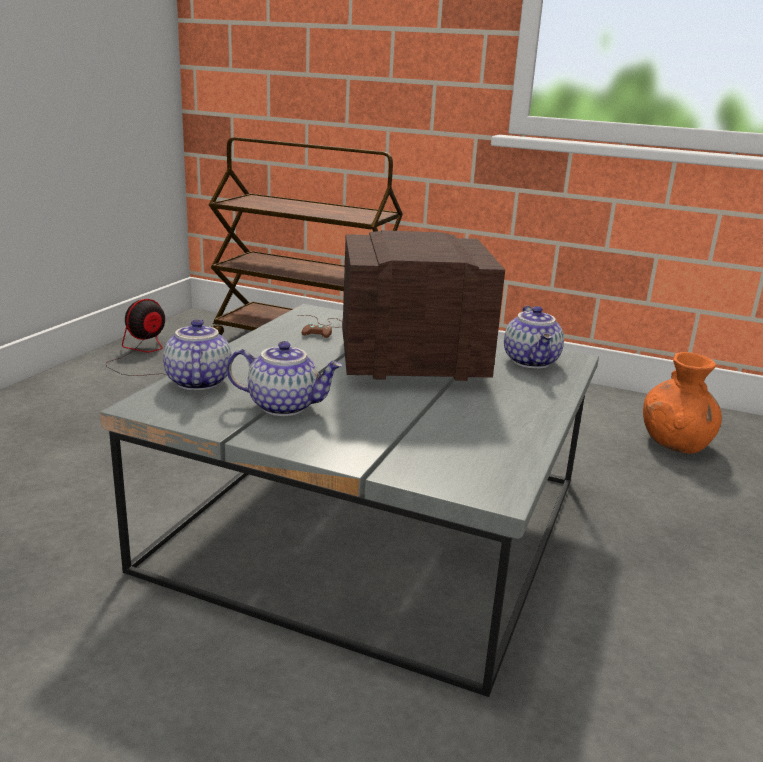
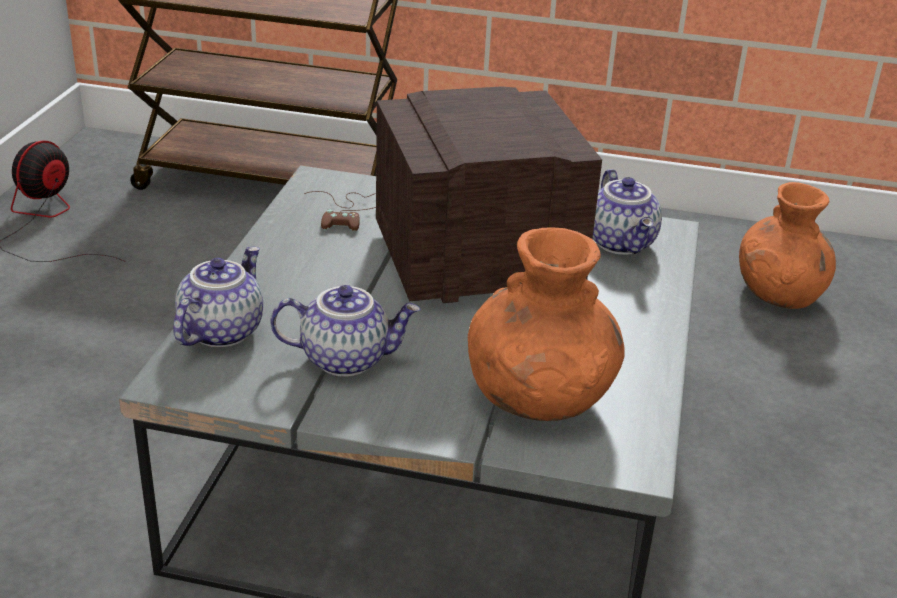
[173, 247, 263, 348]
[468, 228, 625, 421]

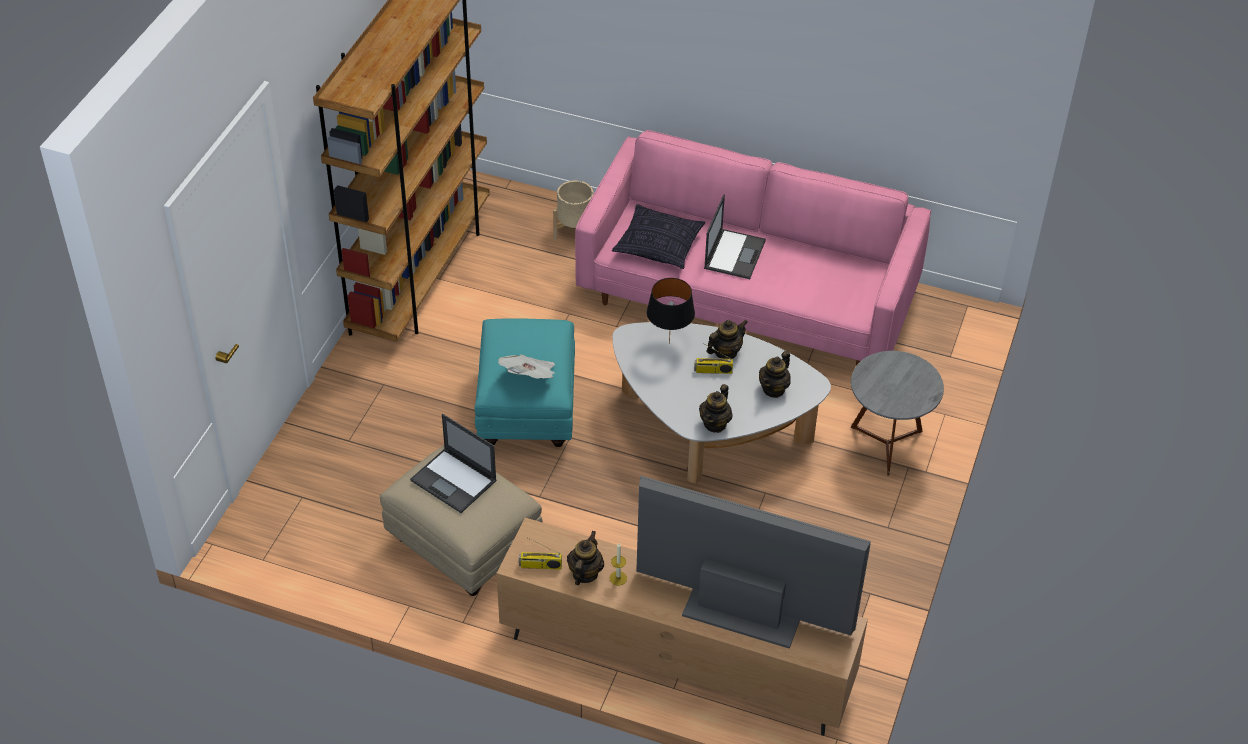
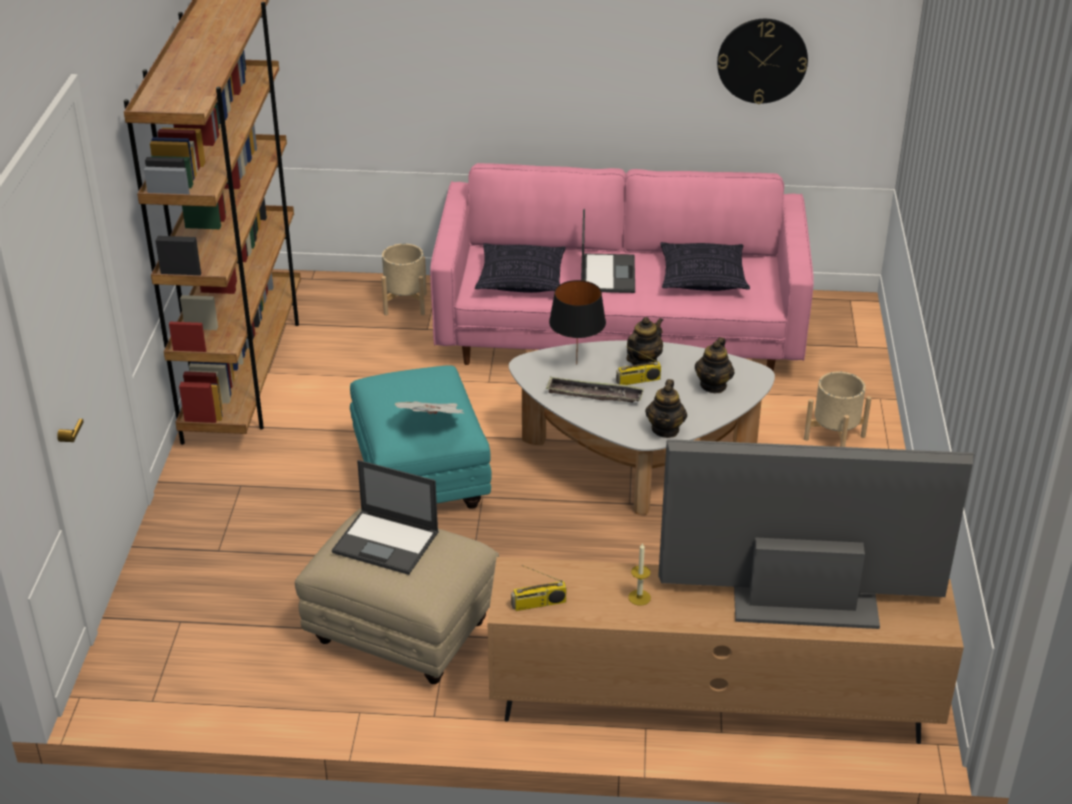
[546, 376, 644, 403]
[660, 242, 750, 291]
[717, 19, 808, 104]
[804, 372, 871, 447]
[567, 531, 604, 585] (first image)

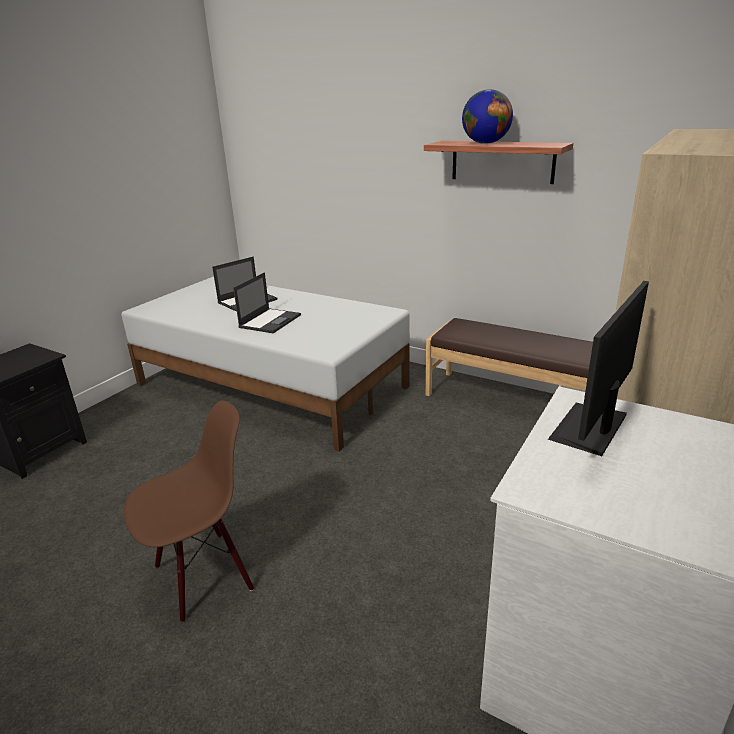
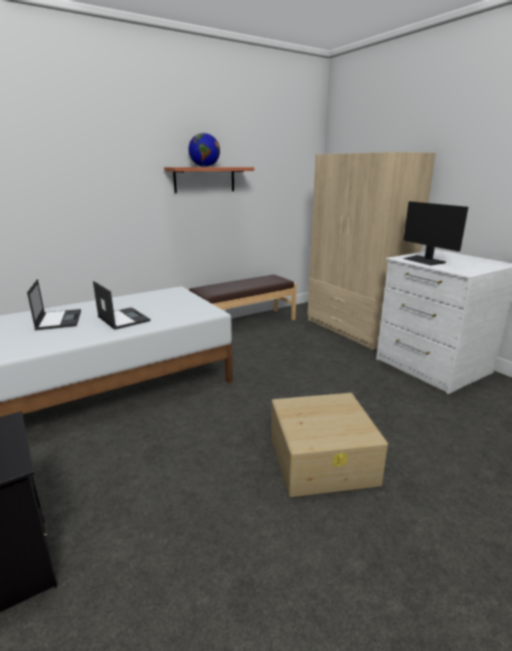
[271, 393, 388, 497]

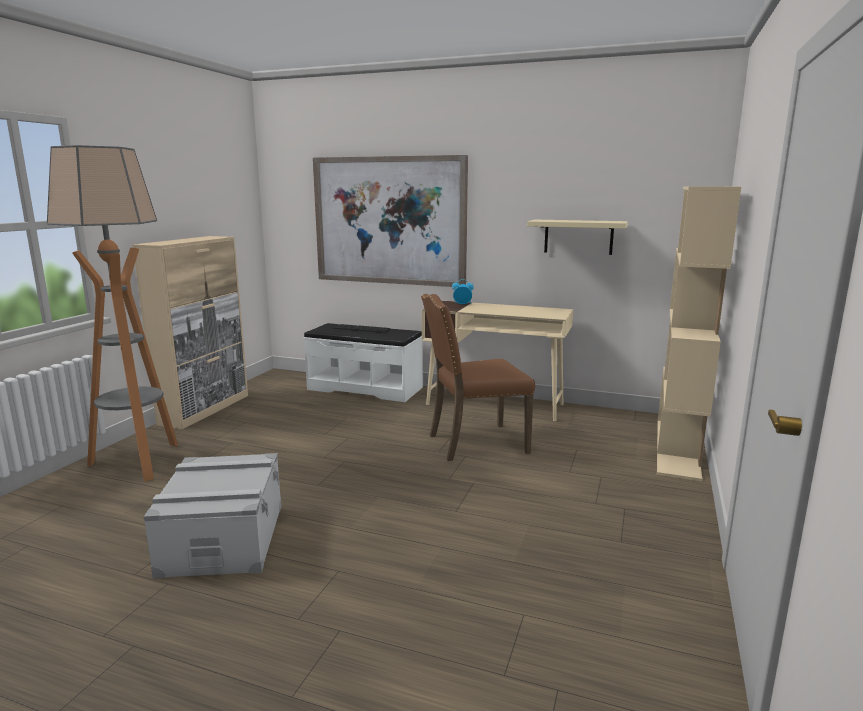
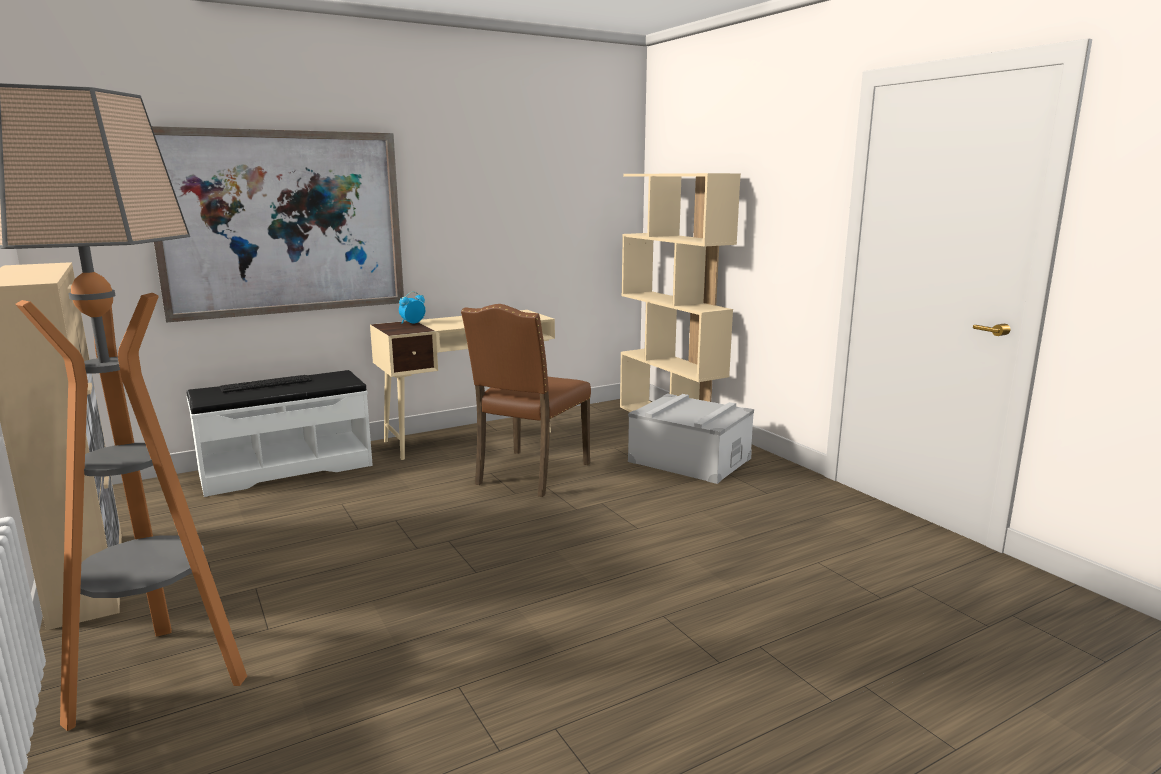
[628, 394, 754, 484]
[527, 220, 628, 255] (first image)

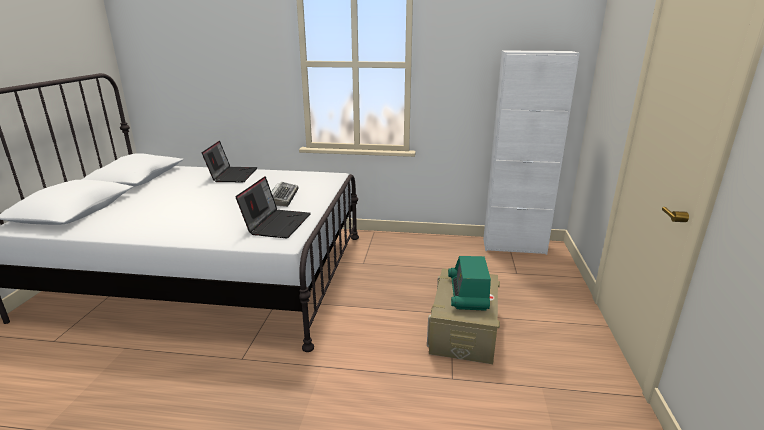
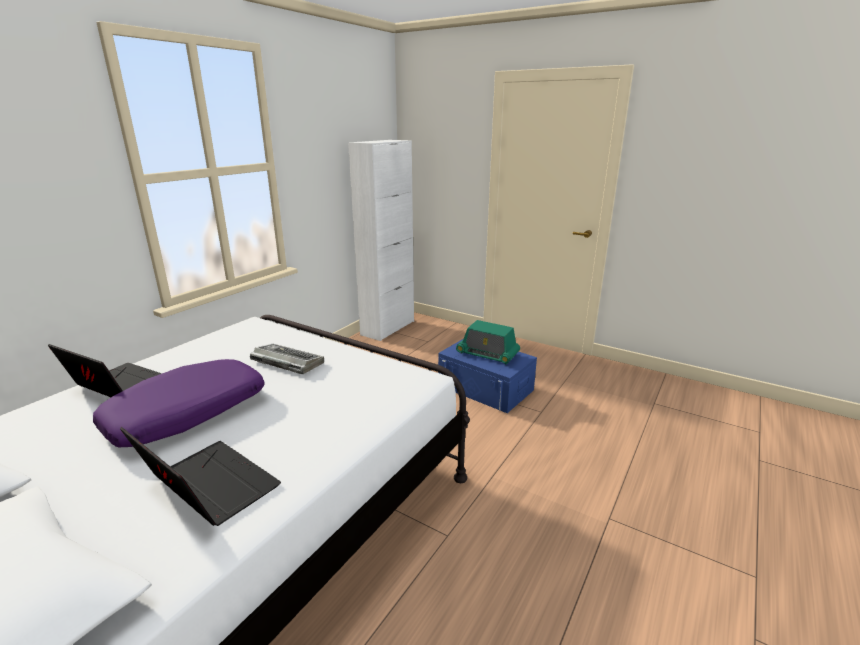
[93, 359, 265, 447]
[120, 427, 281, 526]
[438, 339, 537, 413]

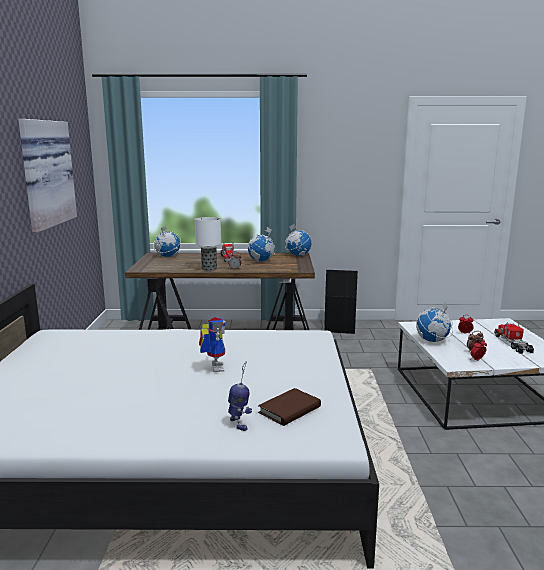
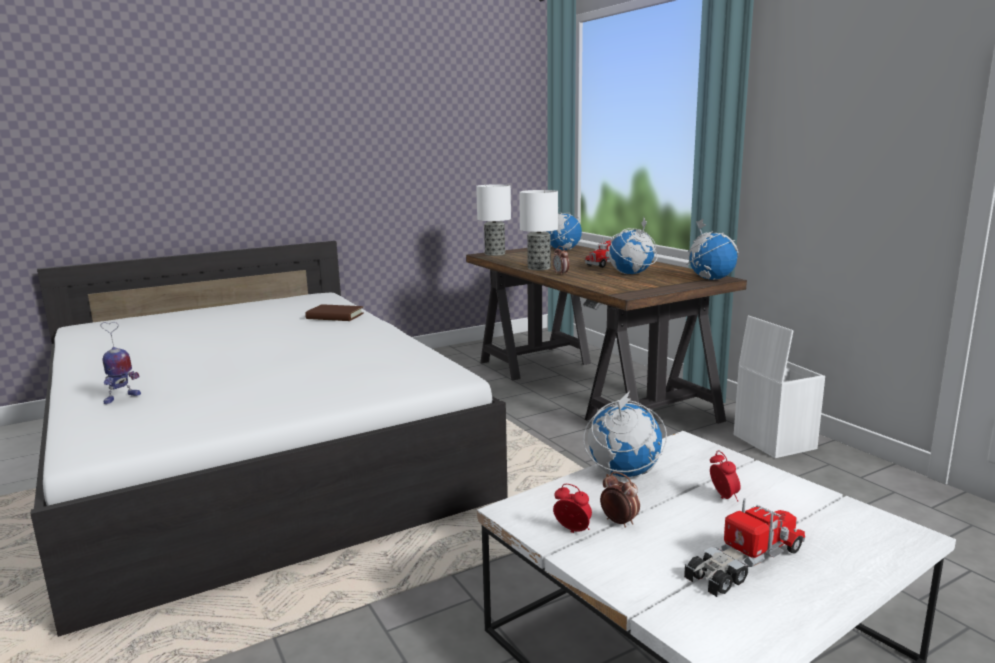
[305, 304, 364, 321]
[476, 184, 511, 256]
[734, 316, 825, 458]
[18, 119, 77, 233] (first image)
[199, 317, 226, 372] (first image)

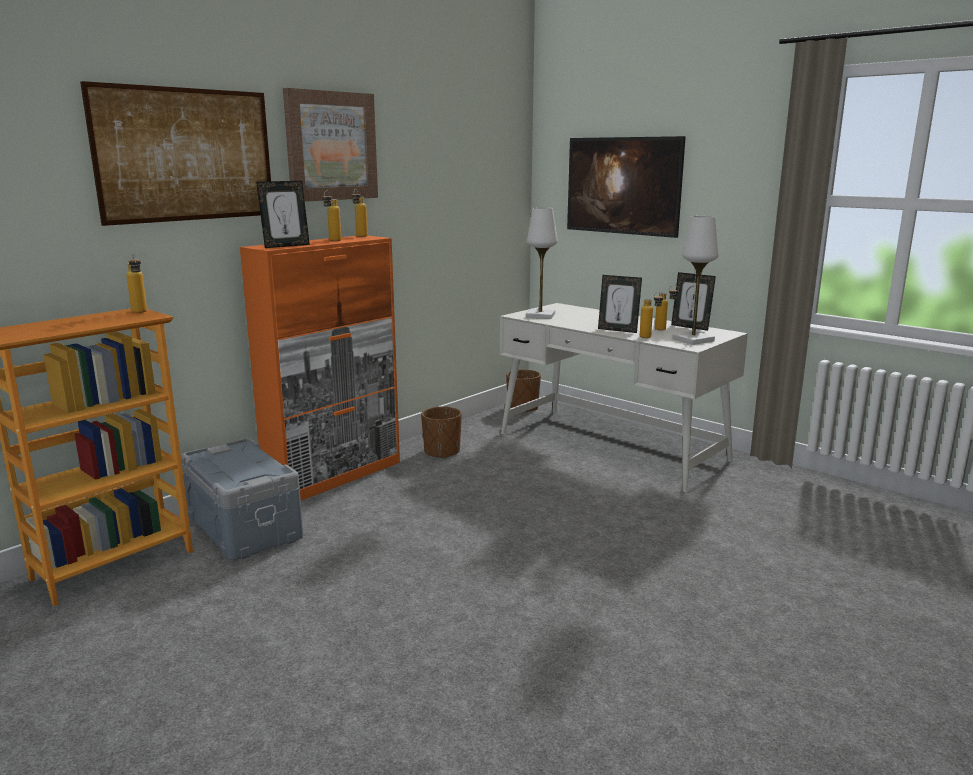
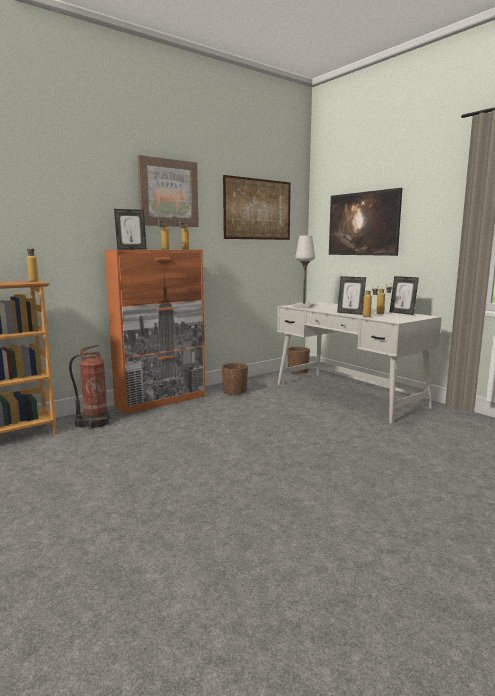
[69, 345, 110, 429]
[223, 175, 291, 240]
[672, 216, 719, 345] (first image)

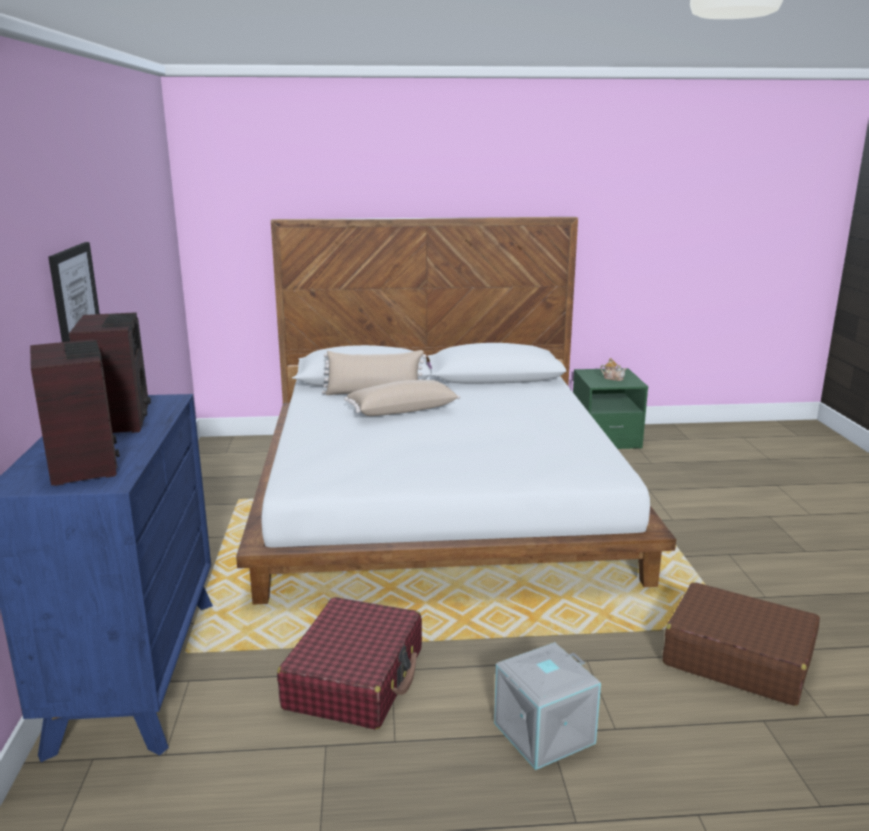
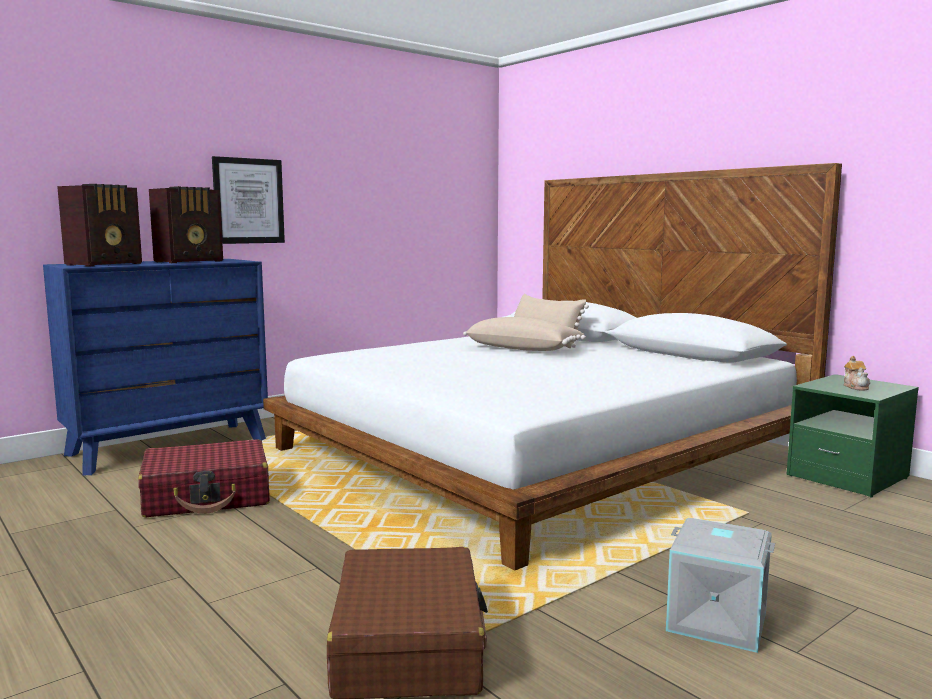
[666, 518, 775, 653]

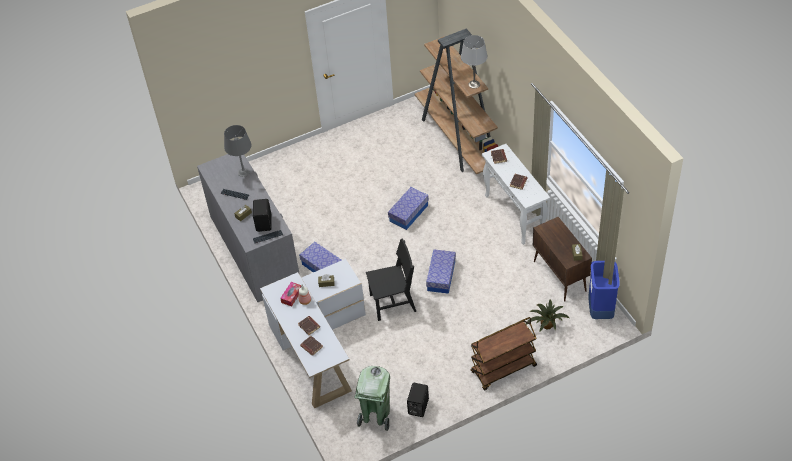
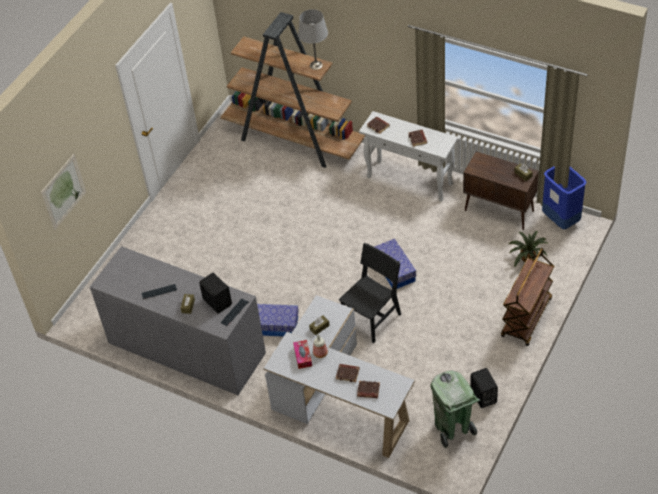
[41, 154, 86, 230]
[224, 125, 252, 177] (first image)
[388, 187, 429, 230] (first image)

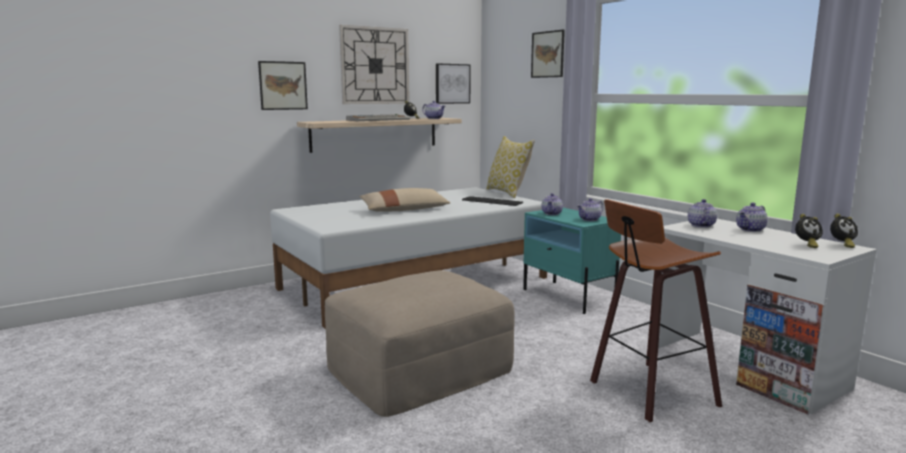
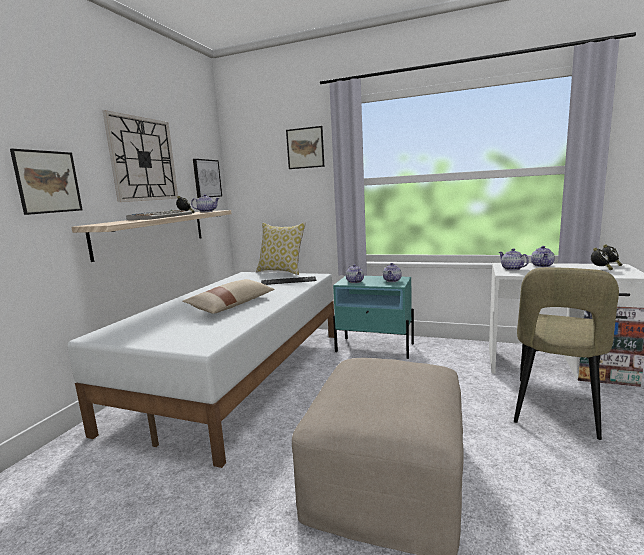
[514, 267, 619, 440]

